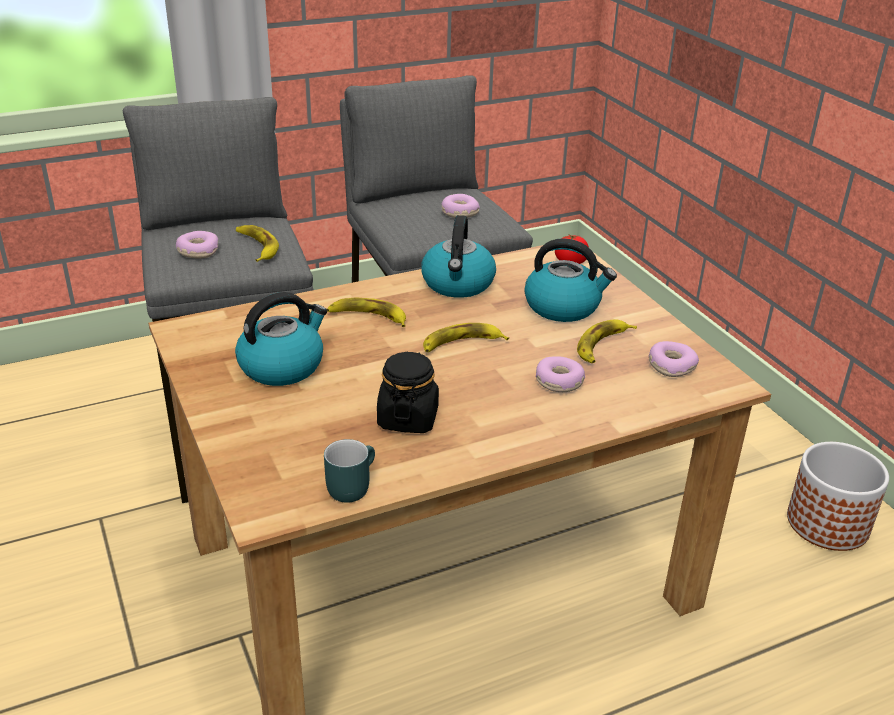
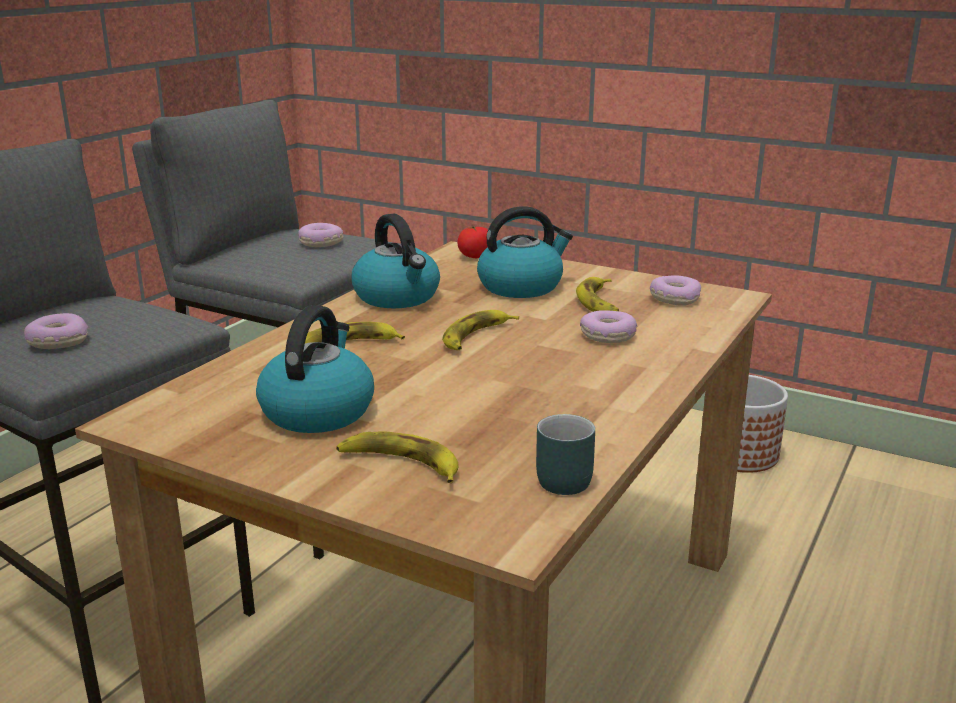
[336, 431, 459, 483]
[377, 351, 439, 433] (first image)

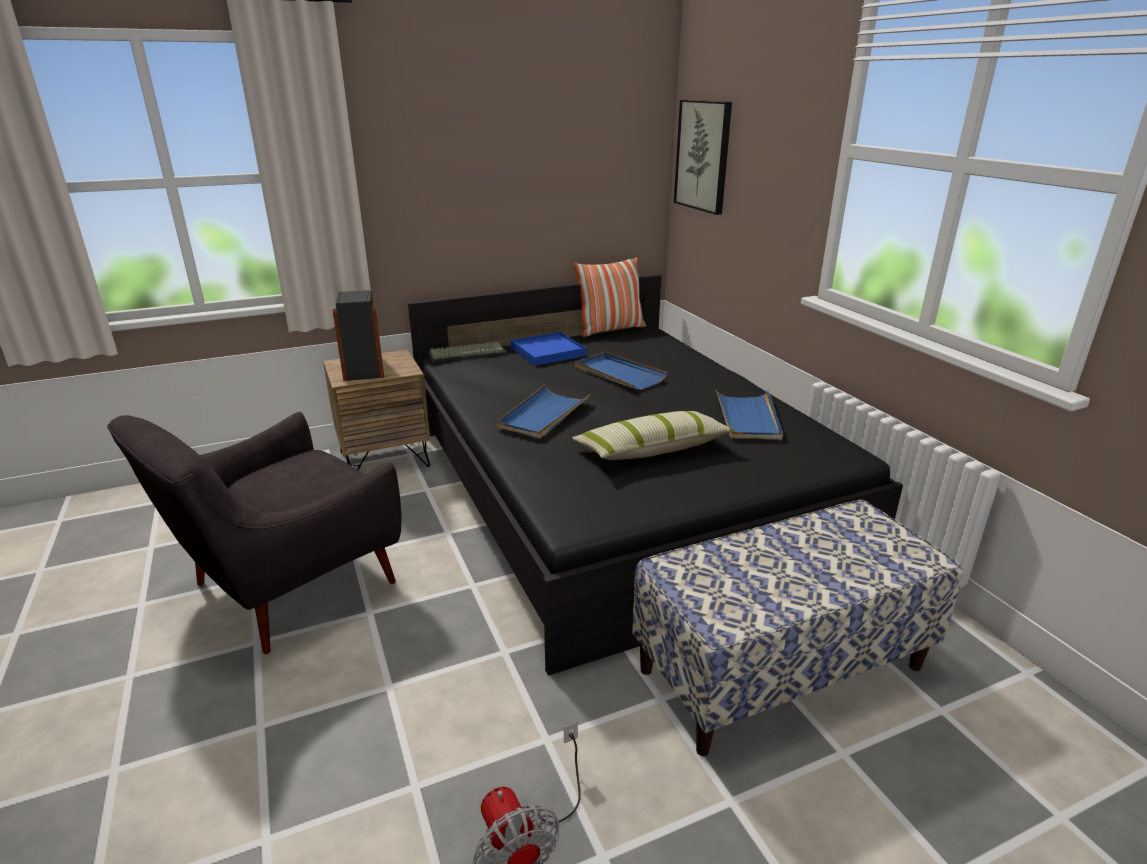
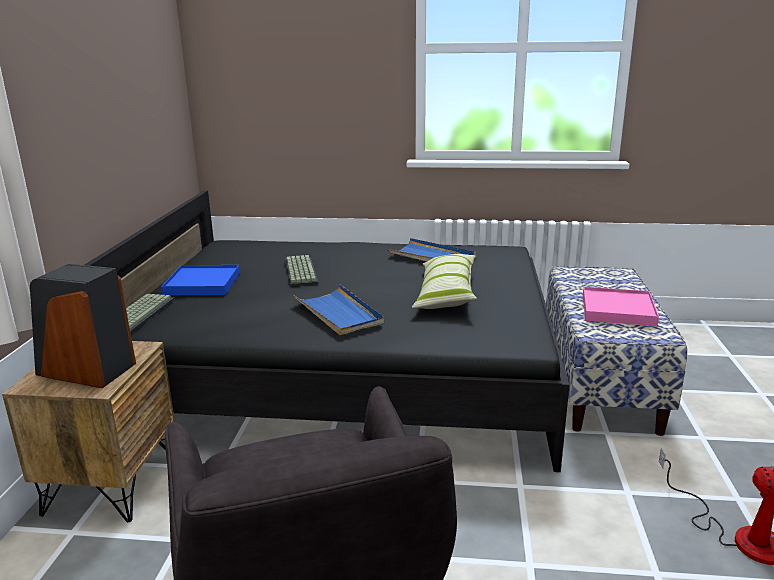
[285, 255, 318, 286]
[583, 287, 659, 326]
[574, 257, 646, 337] (first image)
[674, 100, 732, 215] (first image)

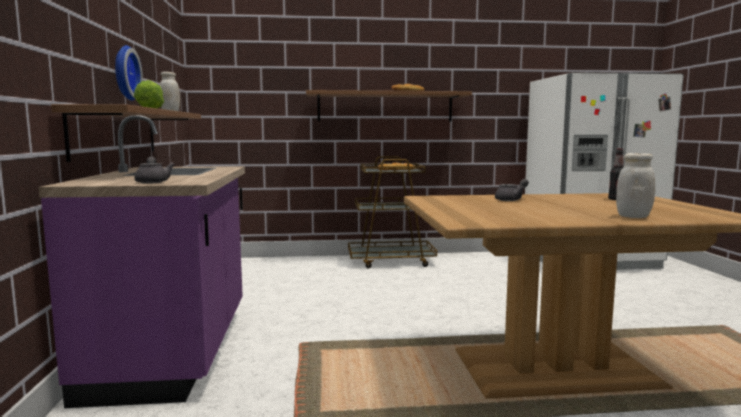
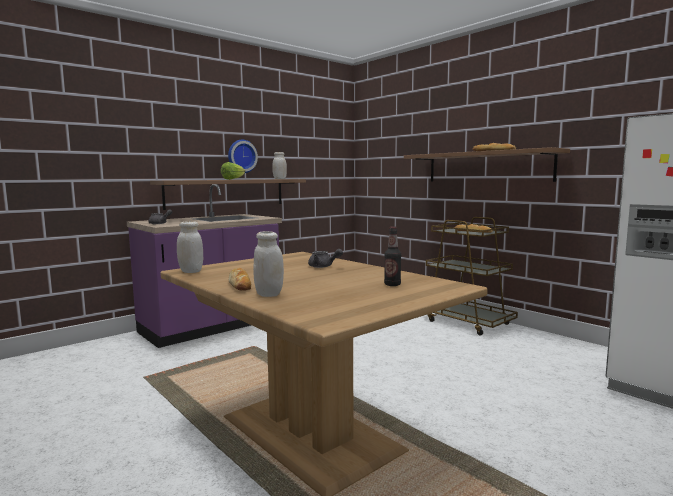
[177, 221, 203, 273]
[229, 268, 251, 291]

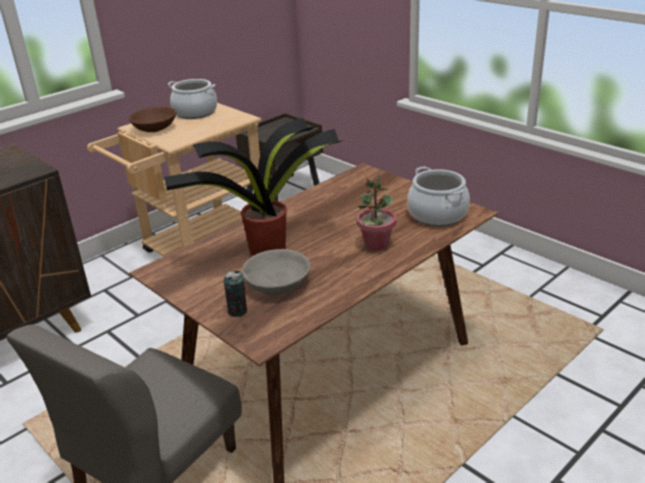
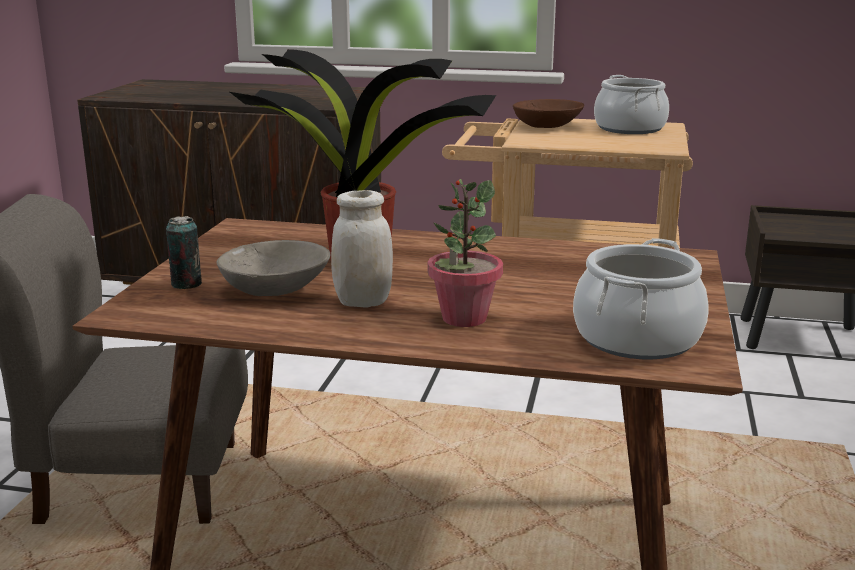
[331, 190, 393, 307]

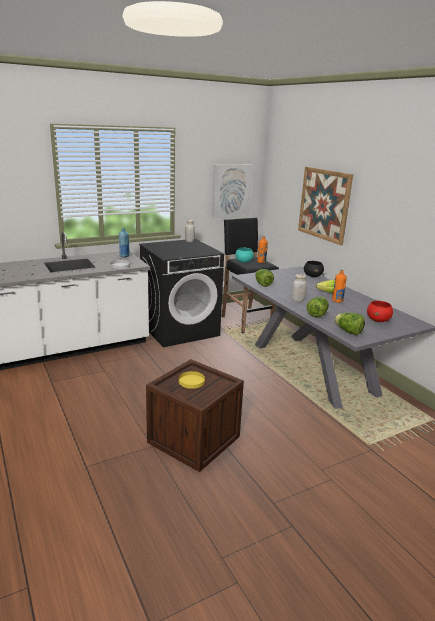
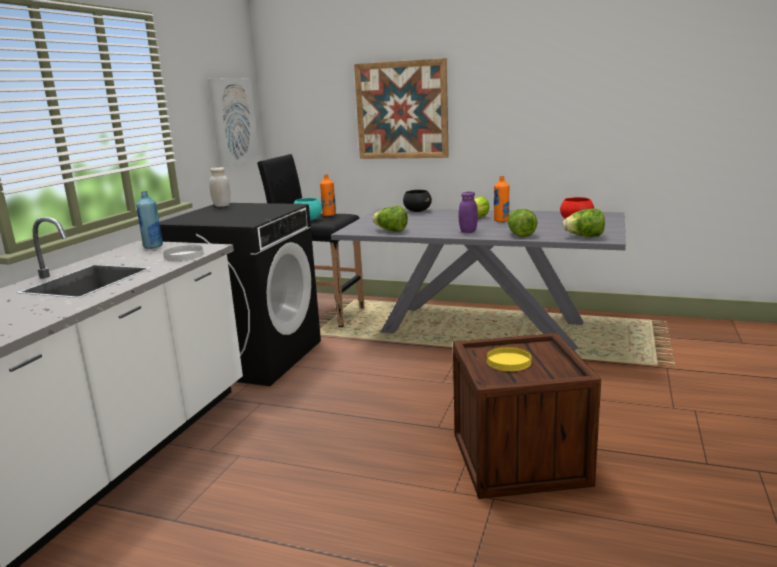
[459, 192, 478, 233]

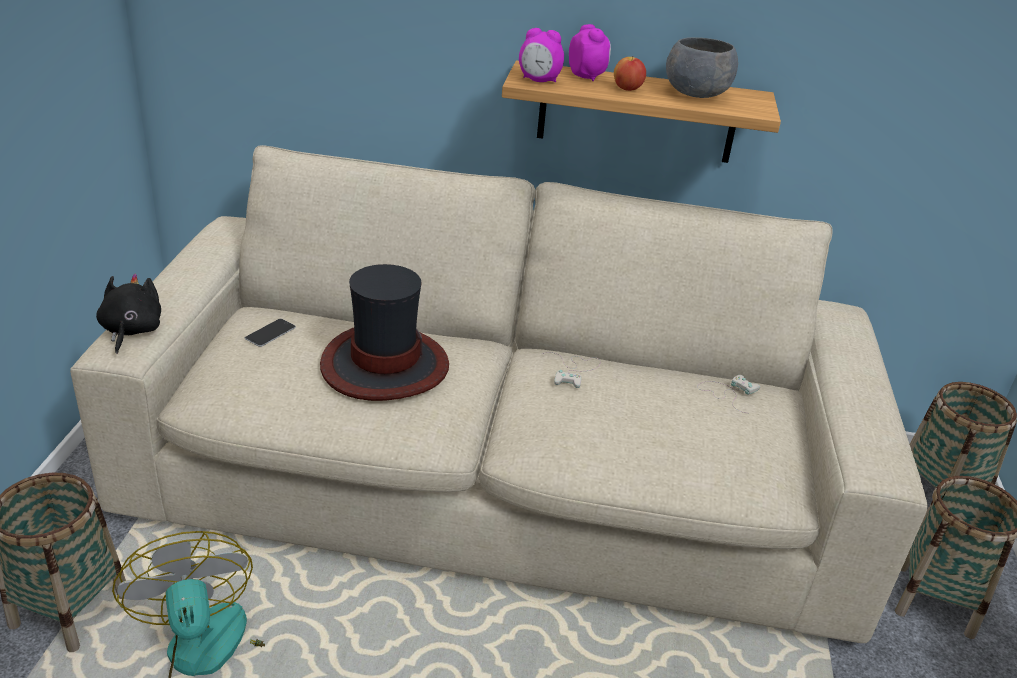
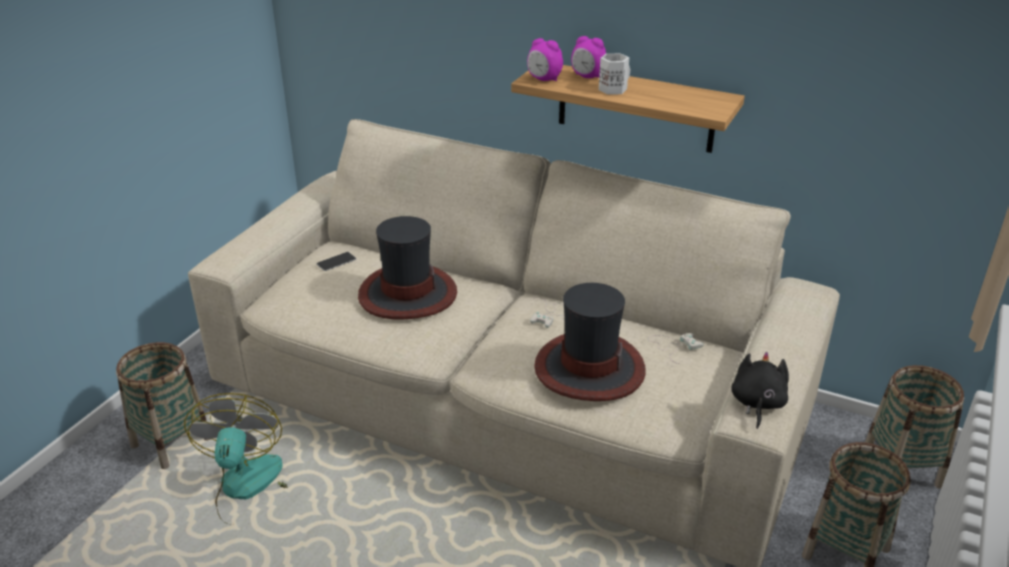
[534, 283, 646, 401]
[571, 36, 606, 78]
[599, 53, 631, 95]
[731, 352, 789, 429]
[666, 37, 738, 98] (first image)

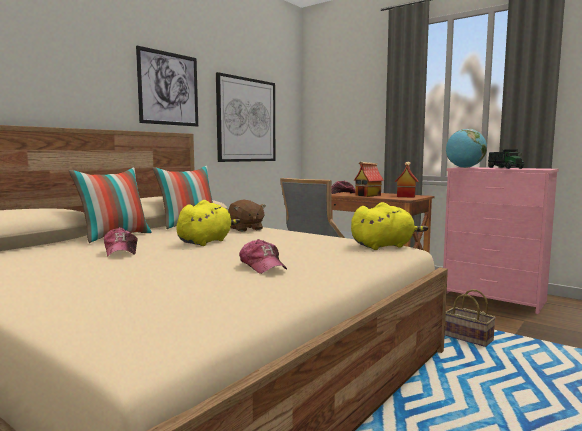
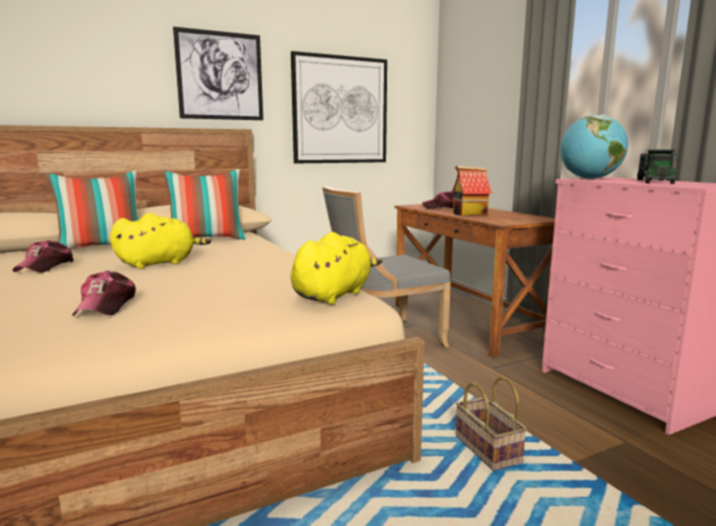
[291, 232, 382, 305]
[228, 200, 266, 232] (first image)
[395, 162, 418, 198] (first image)

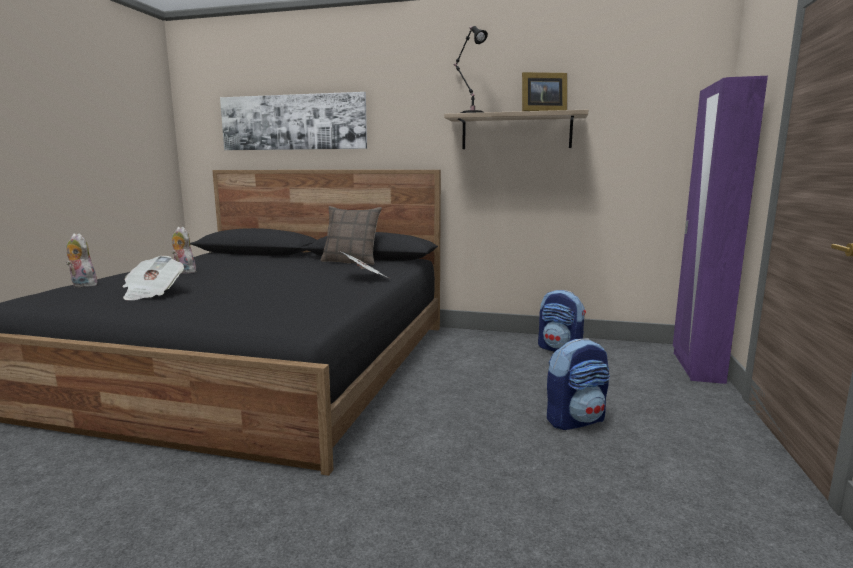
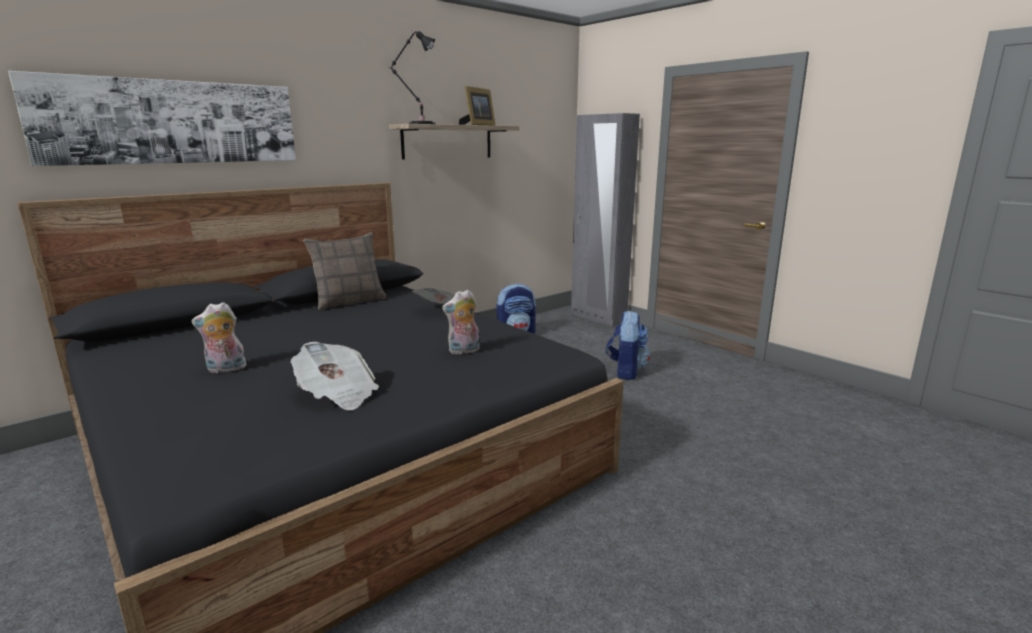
[442, 290, 480, 355]
[571, 113, 640, 327]

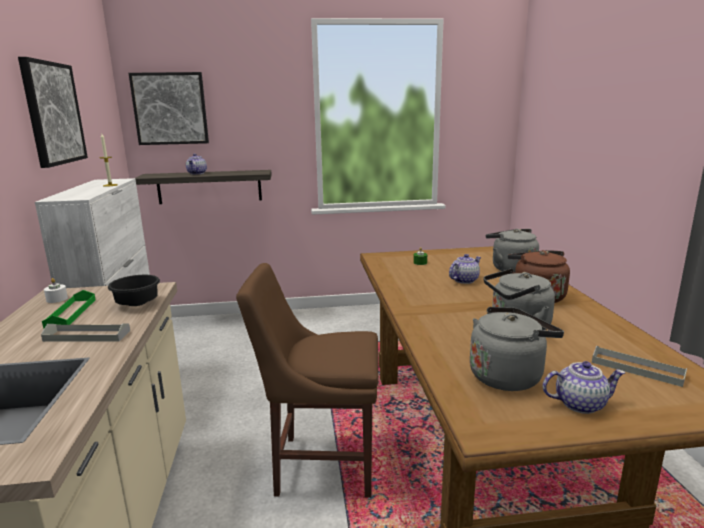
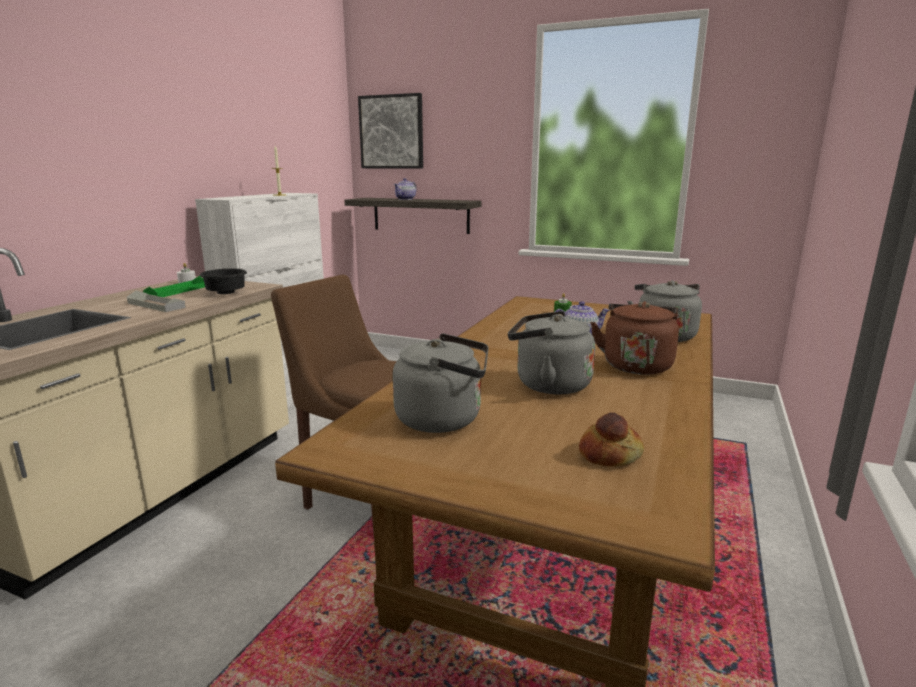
[579, 412, 644, 467]
[18, 57, 88, 168] (first image)
[543, 361, 625, 414] (first image)

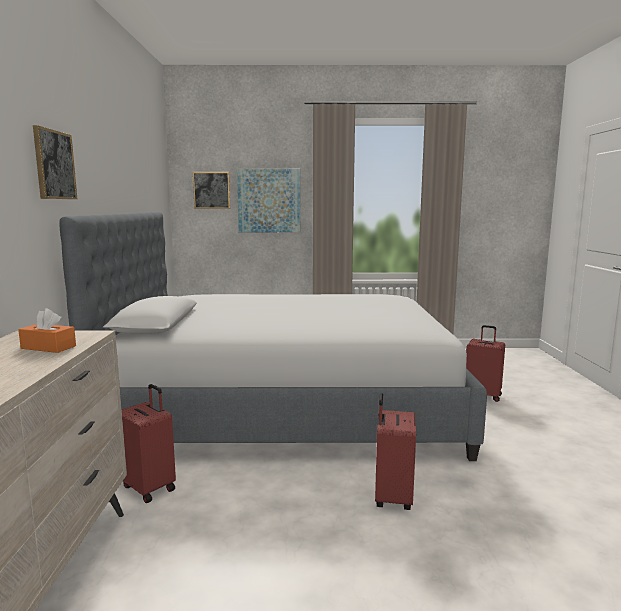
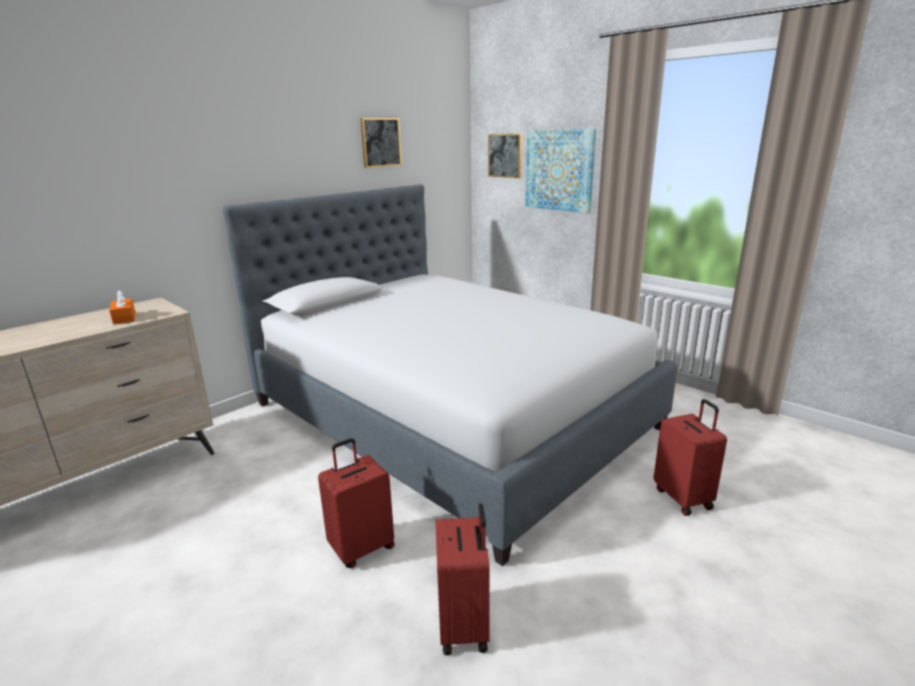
[360, 118, 402, 168]
[435, 503, 490, 655]

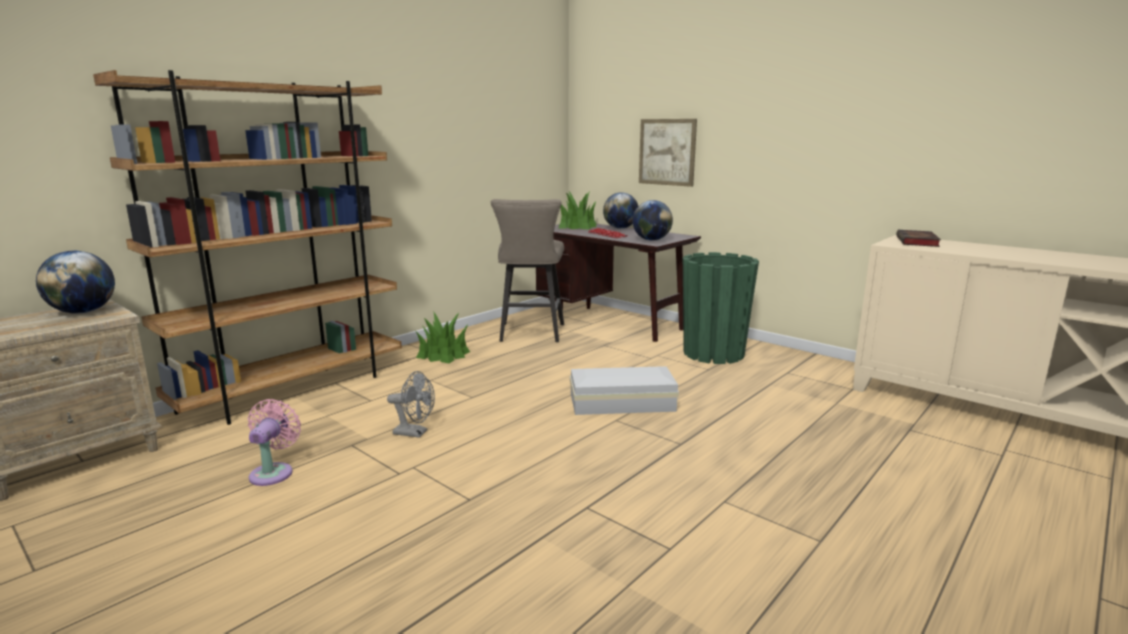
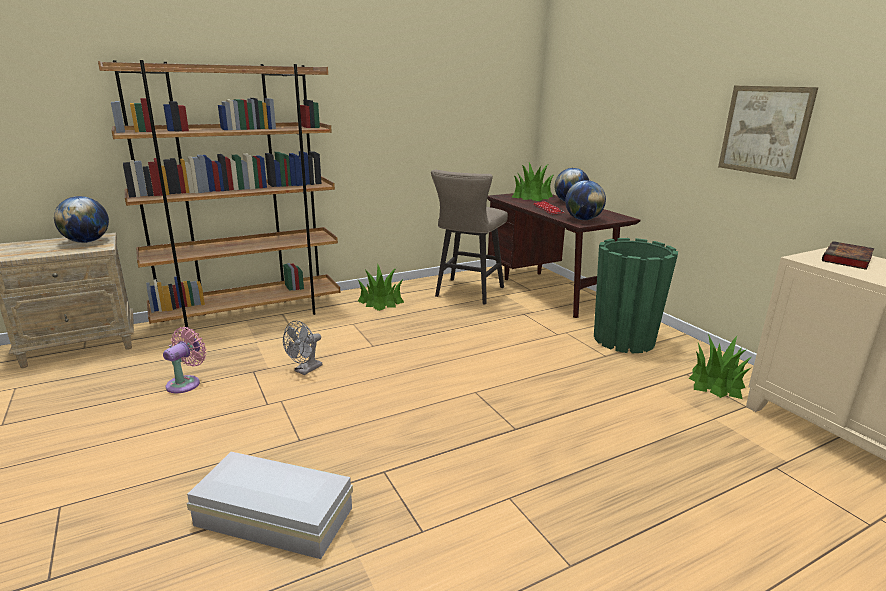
[187, 452, 353, 559]
[283, 321, 323, 375]
[688, 334, 751, 399]
[718, 85, 818, 179]

